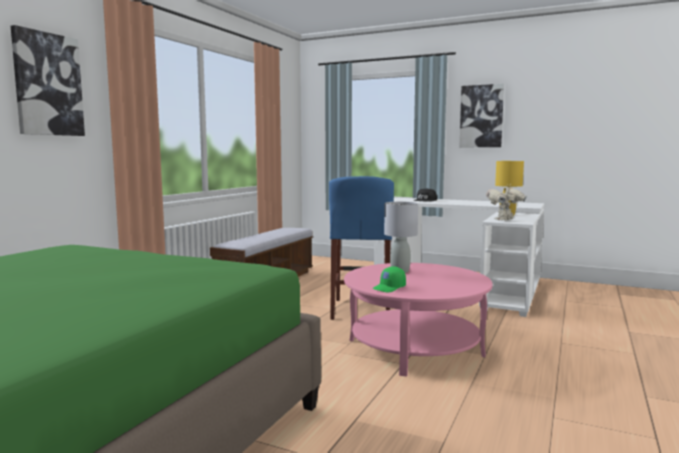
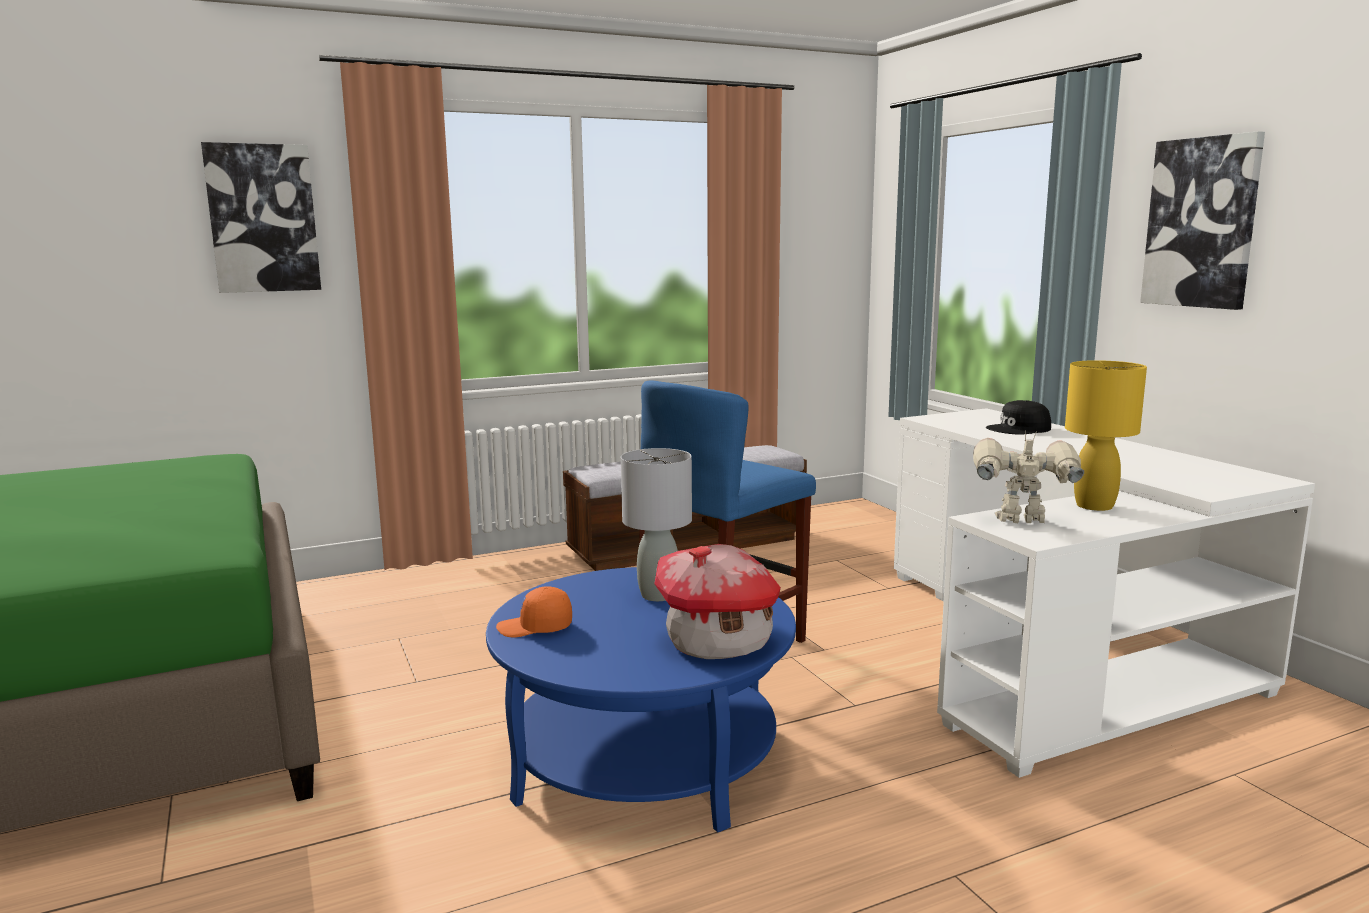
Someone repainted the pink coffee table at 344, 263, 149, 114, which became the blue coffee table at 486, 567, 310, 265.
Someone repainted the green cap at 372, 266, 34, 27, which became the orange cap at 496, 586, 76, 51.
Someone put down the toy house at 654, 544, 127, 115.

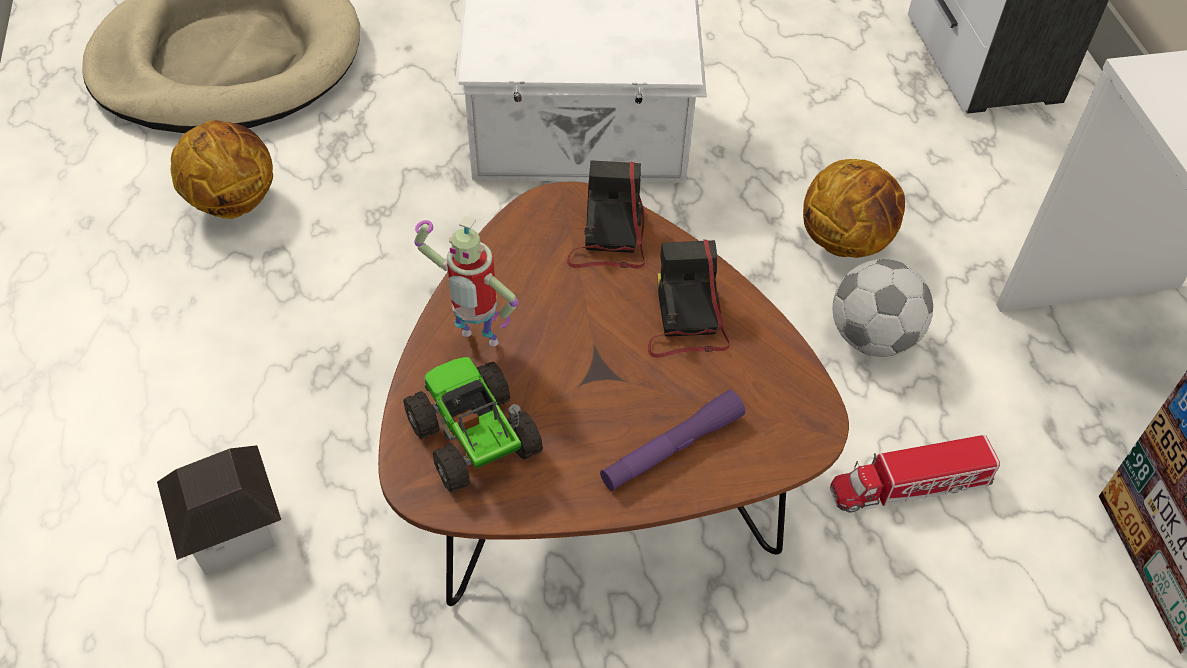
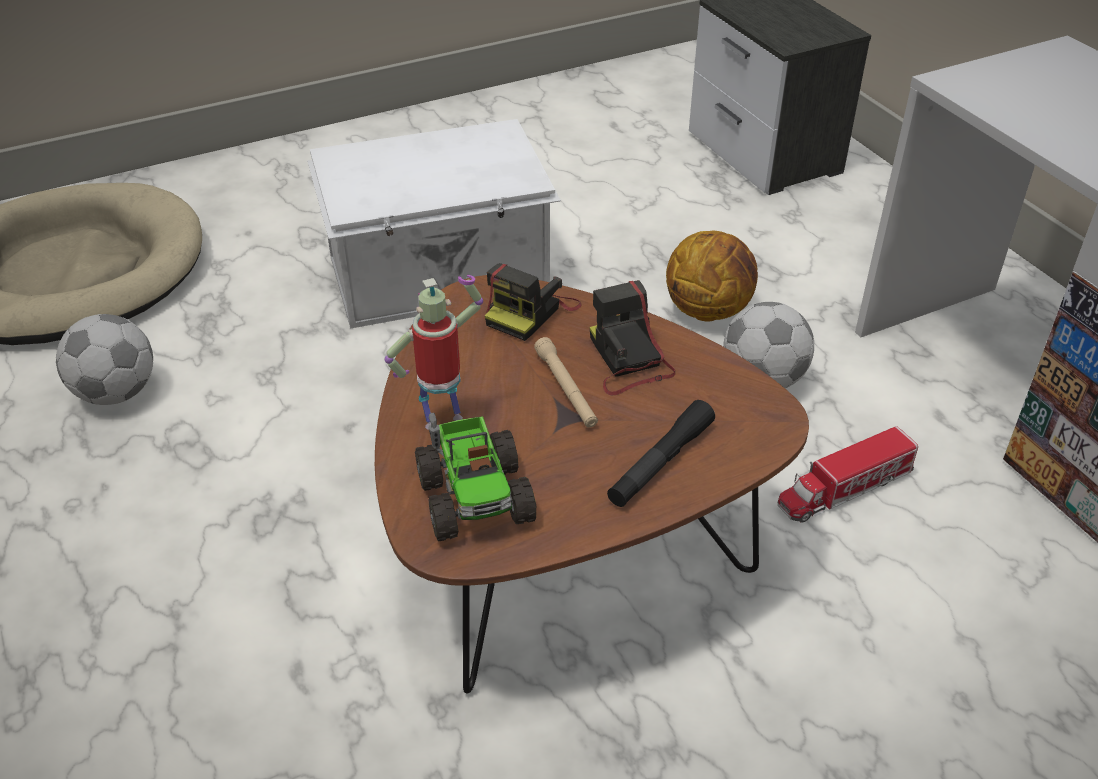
Someone took away the toy house at 157, 445, 124, 130.
Someone swapped the basketball at 171, 120, 102, 99 for the football at 56, 314, 97, 91.
Someone rotated the toy truck at 403, 357, 140, 136 by 150 degrees counterclockwise.
Someone rotated the toy robot at 414, 216, 105, 130 by 150 degrees clockwise.
Someone rotated the photo camera at 567, 160, 78, 109 by 135 degrees counterclockwise.
Someone repainted the purple flashlight at 600, 390, 145, 101, which became the black flashlight at 607, 400, 108, 107.
Someone put down the beige flashlight at 534, 337, 64, 91.

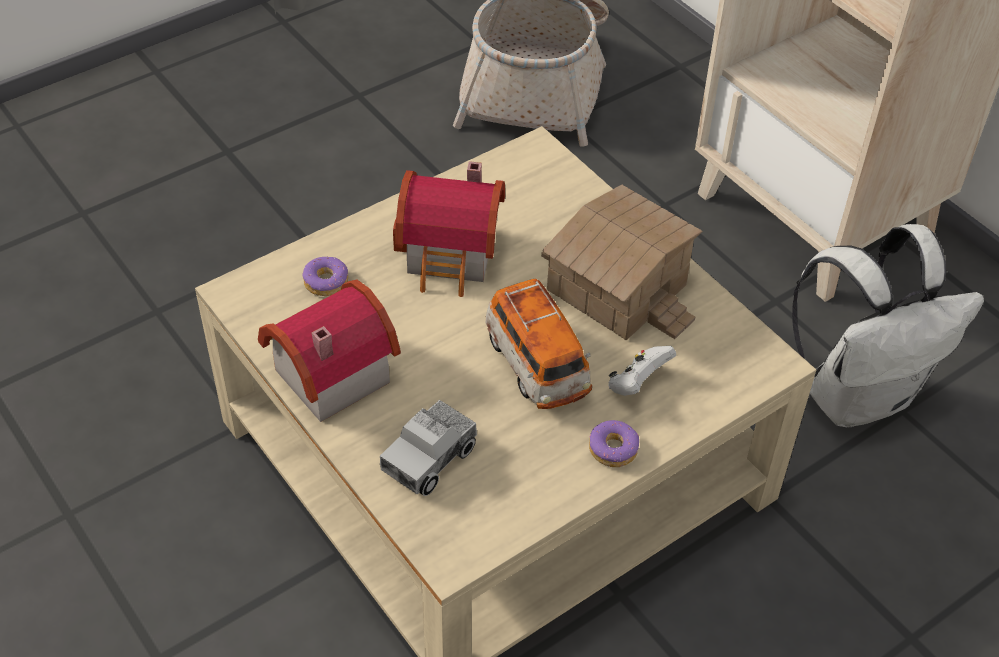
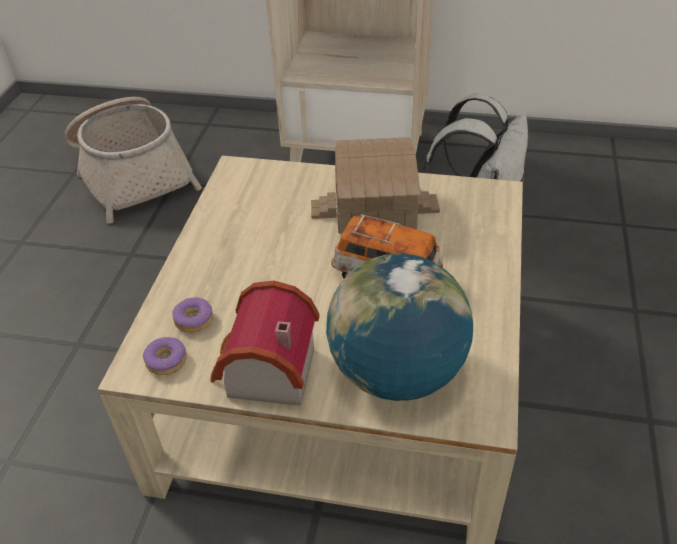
Someone swapped the toy truck at 380, 400, 97, 96 for the globe at 326, 254, 147, 147.
Someone took away the toy house at 393, 161, 112, 136.
Someone carried the donut from 589, 420, 50, 47 to 143, 337, 44, 38.
Someone took away the white game controller at 608, 346, 68, 50.

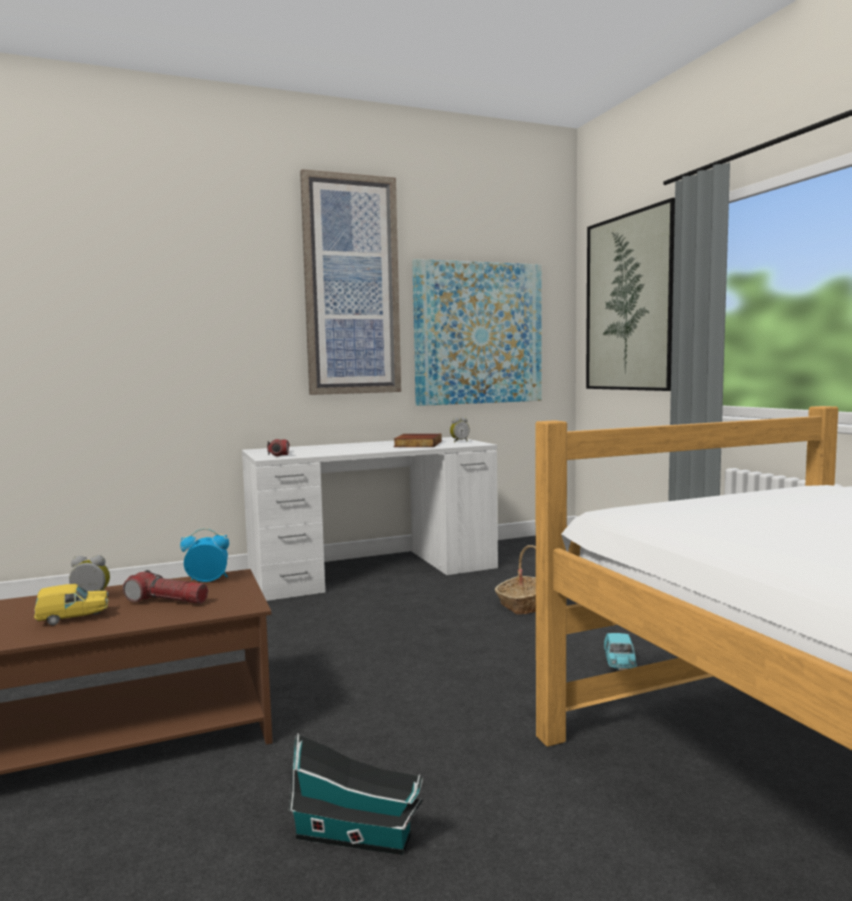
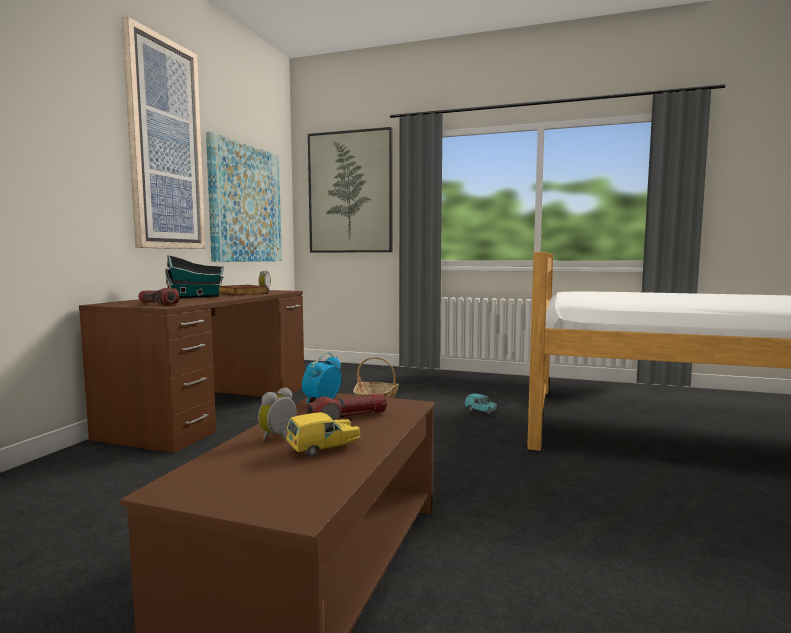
Someone rotated the yellow toy car at 34, 584, 75, 41 by 45 degrees clockwise.
Someone repainted the white desk at 242, 437, 256, 164, which became the brown desk at 79, 290, 225, 163.
Someone carried the toy house from 288, 733, 135, 122 to 165, 254, 59, 45.

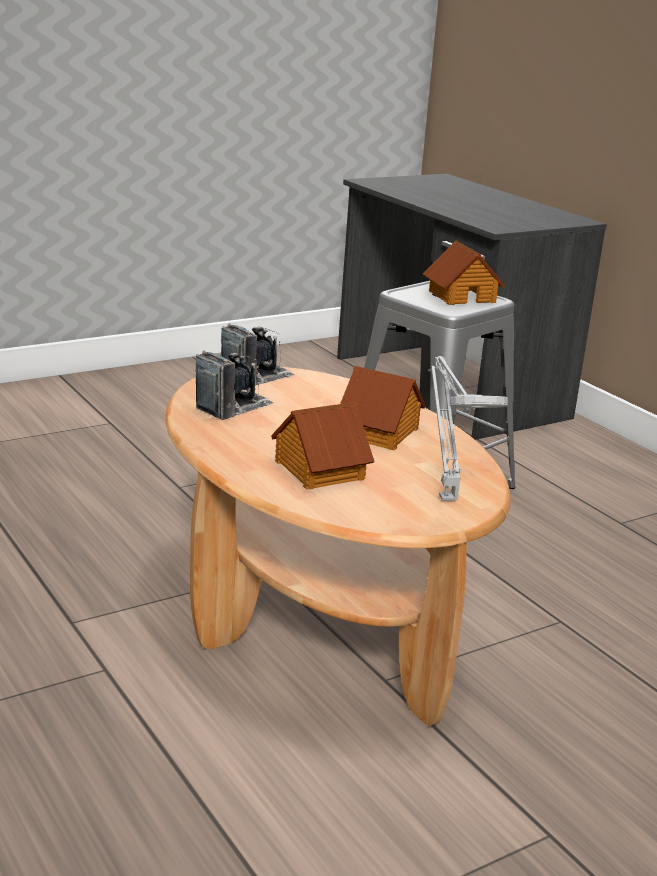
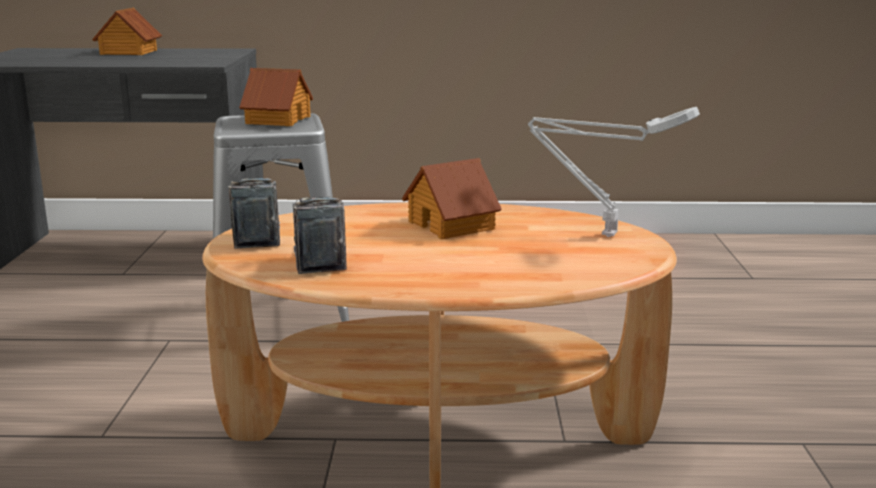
Someone carried the toy house from 271, 402, 104, 88 to 92, 8, 70, 47.

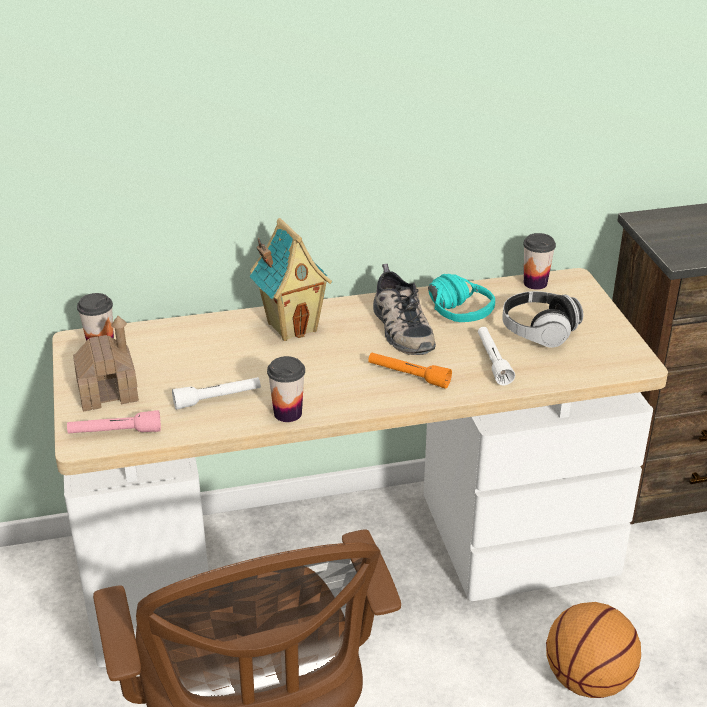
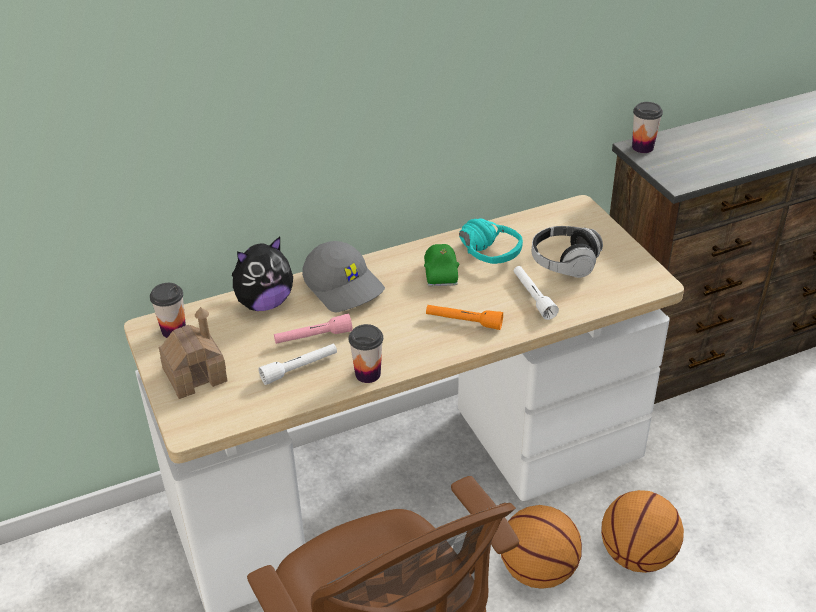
Someone carried the pink flashlight from 67, 410, 94, 24 to 274, 314, 79, 30.
Someone swapped the toy house at 249, 218, 83, 123 for the grey cap at 302, 241, 83, 71.
Someone swapped the shoe at 373, 264, 63, 91 for the green toy car at 424, 244, 35, 42.
Someone carried the cup from 523, 233, 33, 57 to 632, 102, 31, 51.
Someone put down the plush toy at 232, 237, 61, 74.
Someone put down the basketball at 501, 505, 81, 84.

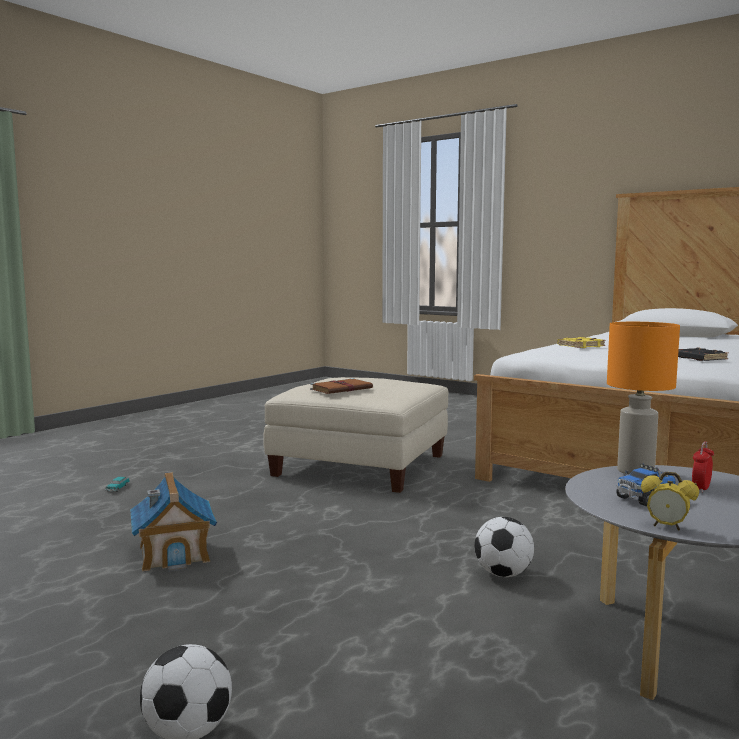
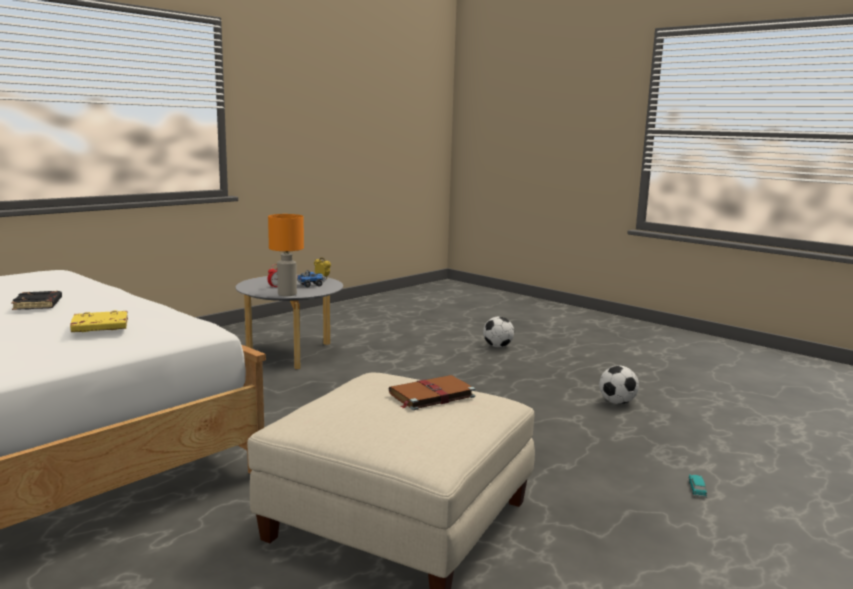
Someone took away the toy house at 130, 472, 87, 100.
Someone carried the football from 474, 517, 60, 60 to 599, 366, 40, 38.

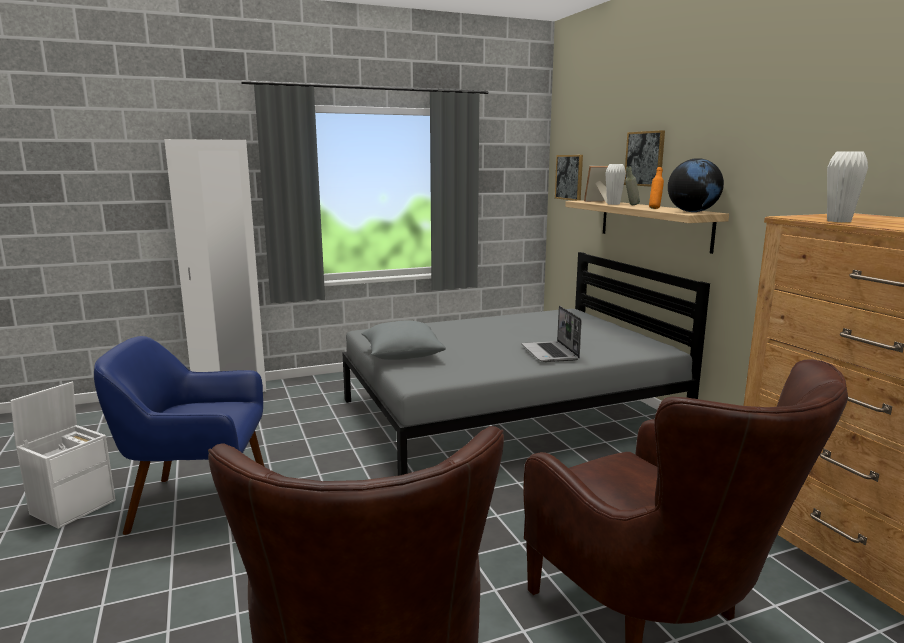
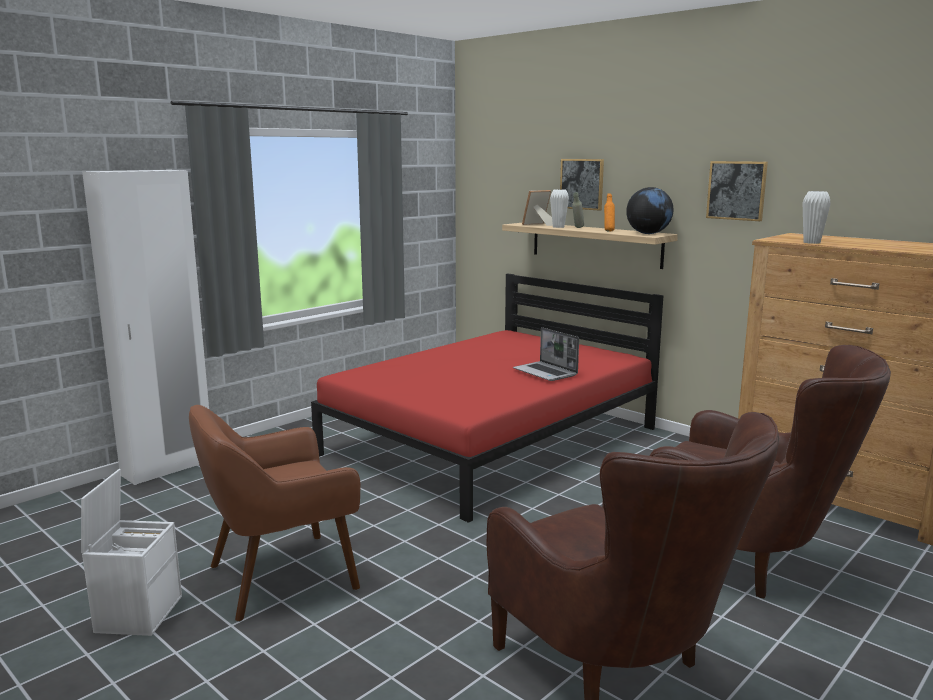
Someone repainted the blue armchair at 94, 336, 171, 199, which became the brown armchair at 189, 405, 172, 217.
Someone repainted the grey bed at 342, 252, 368, 224, which became the red bed at 311, 274, 352, 249.
Someone took away the grey pillow at 362, 321, 84, 39.
Someone carried the picture from 555, 155, 28, 46 to 706, 161, 62, 60.

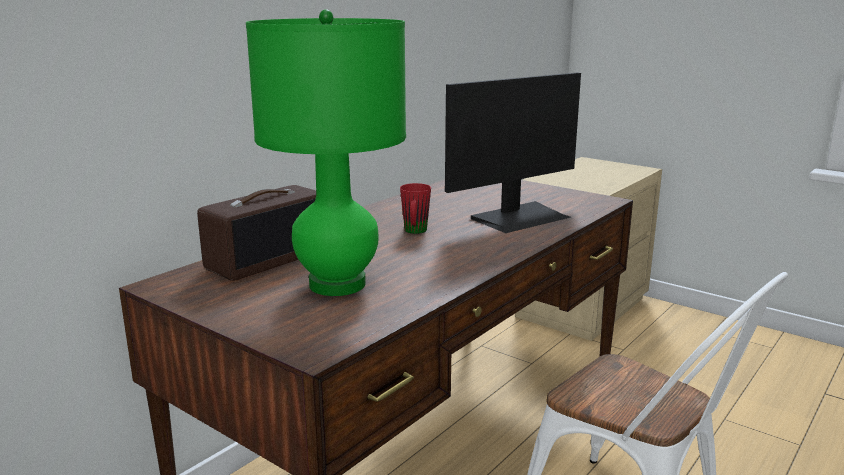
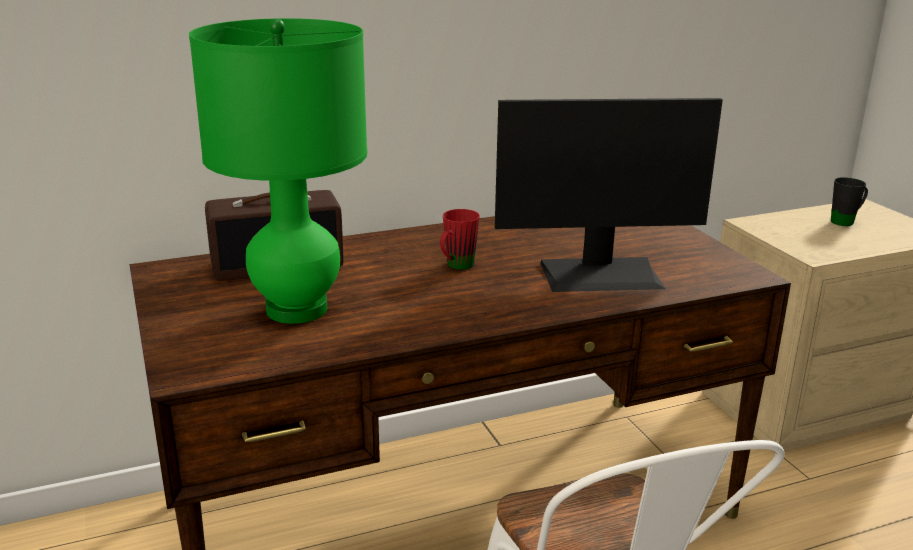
Someone put down the black mug at 831, 177, 37, 49.

